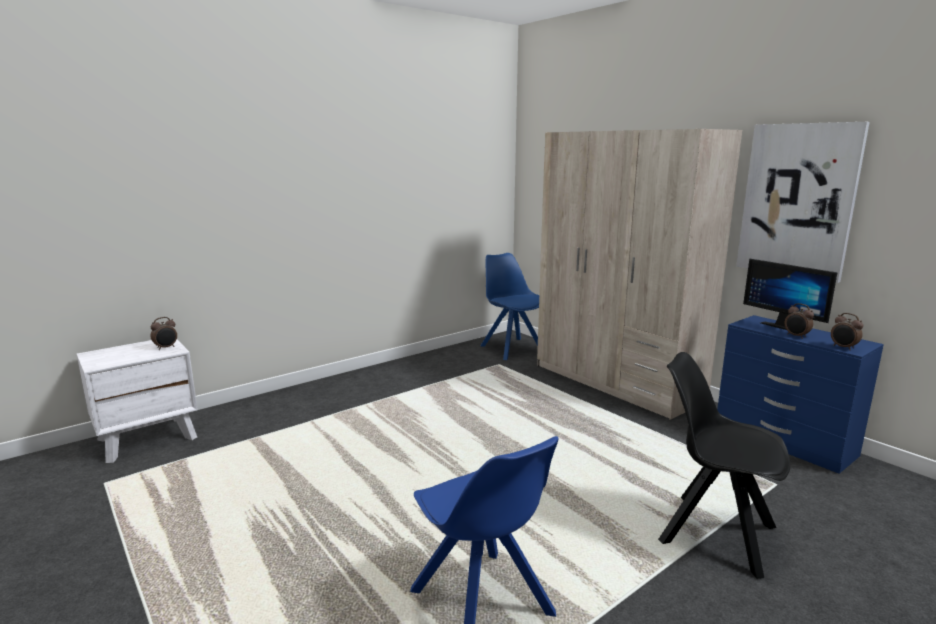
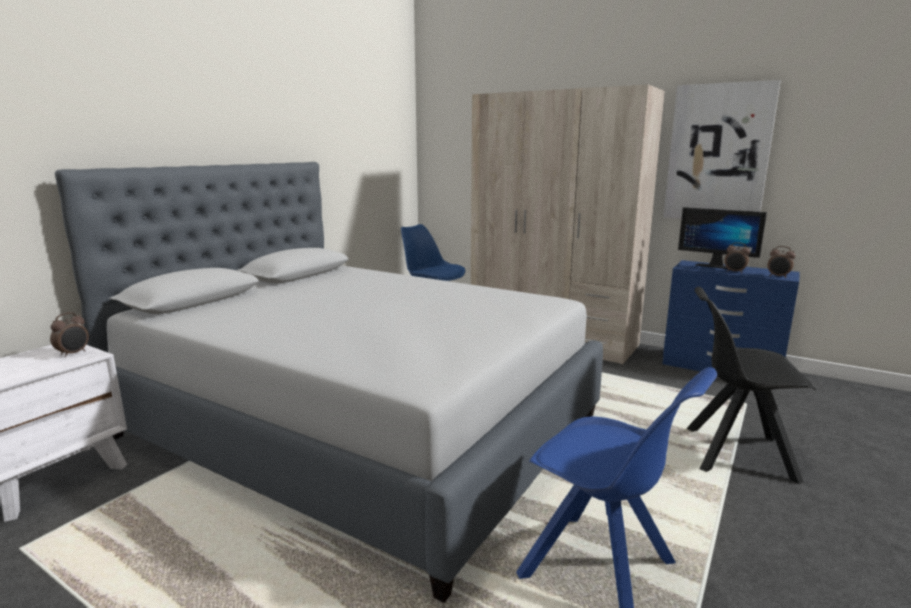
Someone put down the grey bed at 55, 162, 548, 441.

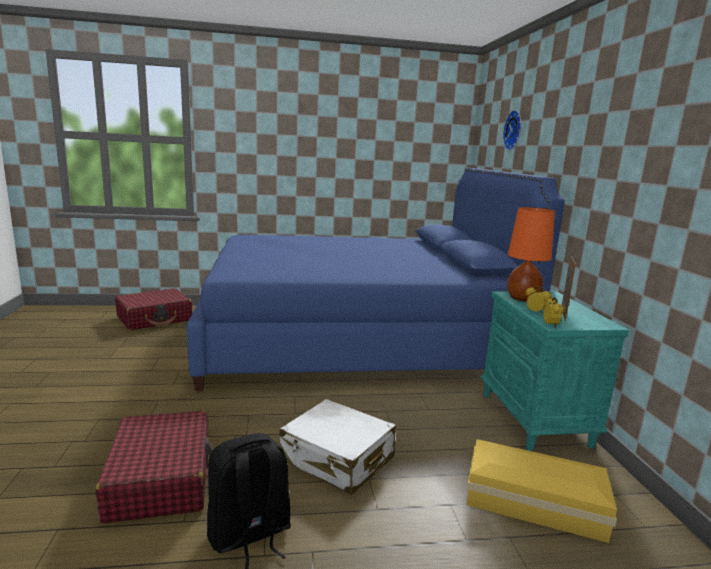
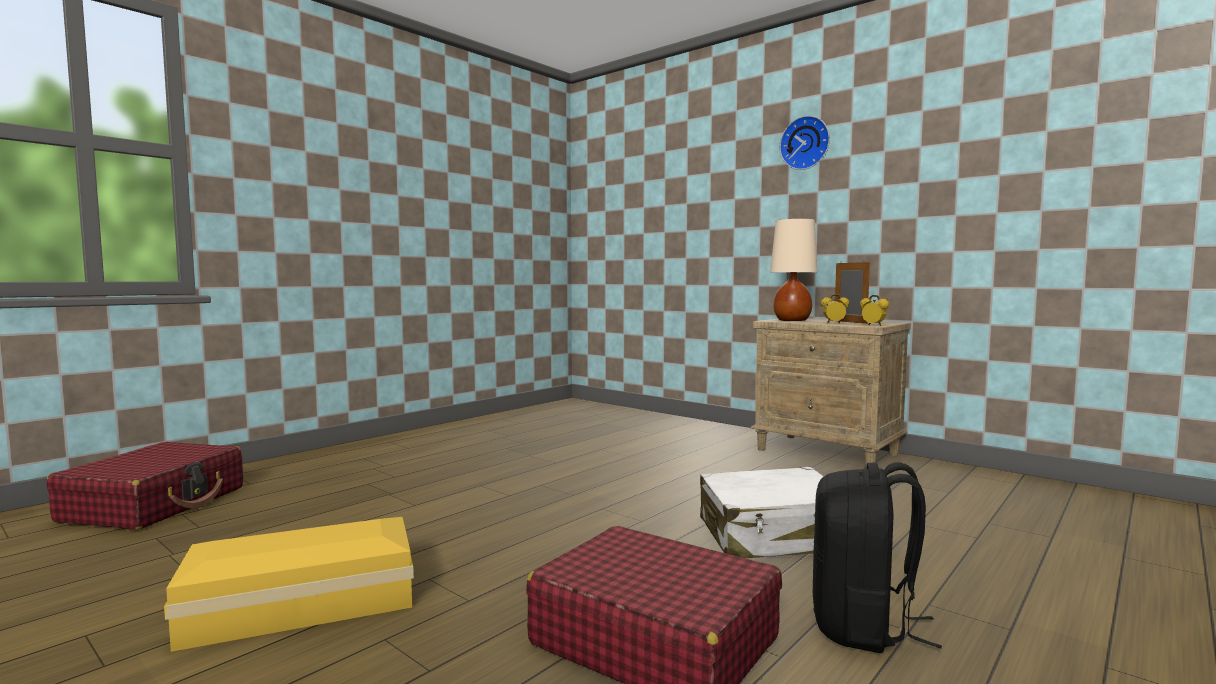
Someone took away the blue bed at 187, 168, 378, 223.
Someone carried the yellow storage box from 466, 439, 151, 104 to 164, 517, 250, 135.
Someone repainted the turquoise nightstand at 480, 291, 149, 160, which became the beige nightstand at 750, 318, 161, 151.
Someone carried the wall clock from 503, 110, 18, 41 to 780, 116, 50, 54.
Someone repainted the orange table lamp at 507, 207, 48, 94, which became the beige table lamp at 770, 218, 47, 103.

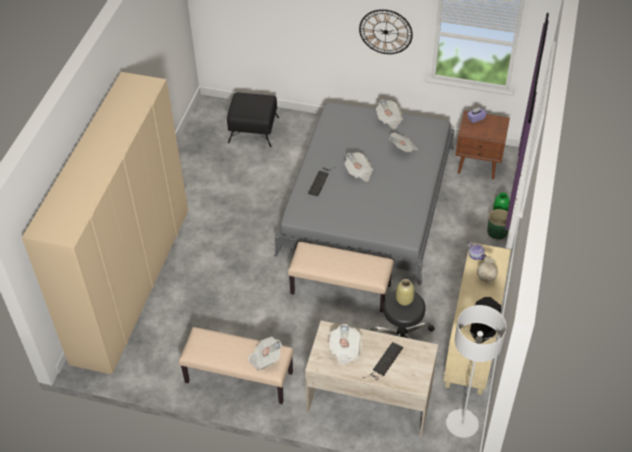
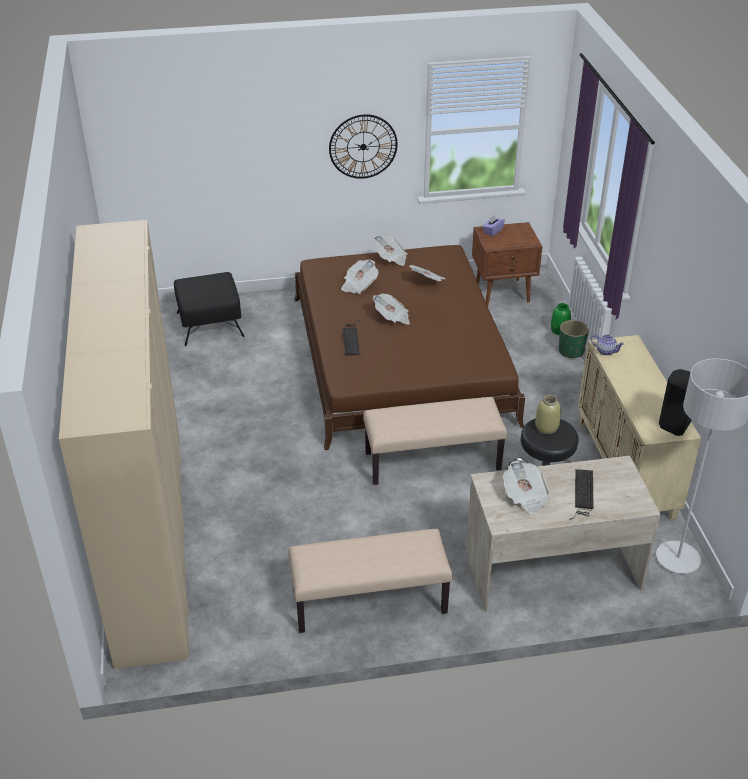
Someone carried the newspaper from 247, 337, 35, 34 to 341, 260, 38, 34.
Someone repainted the grey bed at 274, 103, 181, 182, which became the brown bed at 294, 245, 231, 205.
Someone took away the globe at 477, 257, 21, 25.

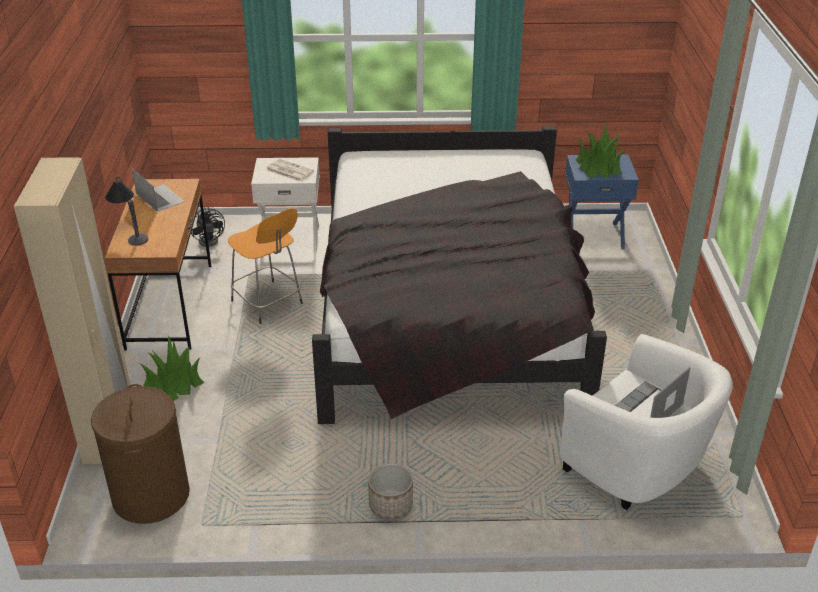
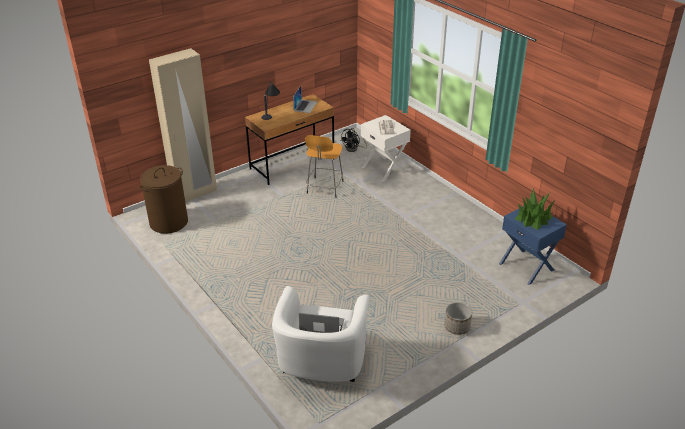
Someone took away the potted plant at 139, 336, 65, 65.
Someone took away the black bed at 312, 126, 295, 298.
Someone carried the planter from 368, 463, 45, 57 to 444, 302, 28, 33.

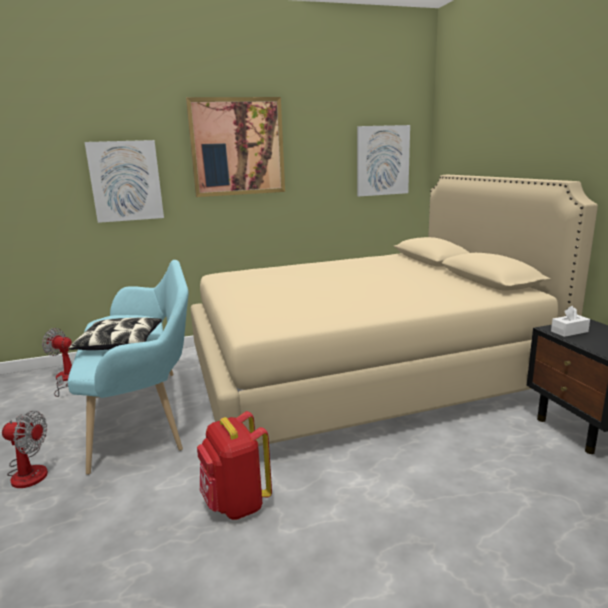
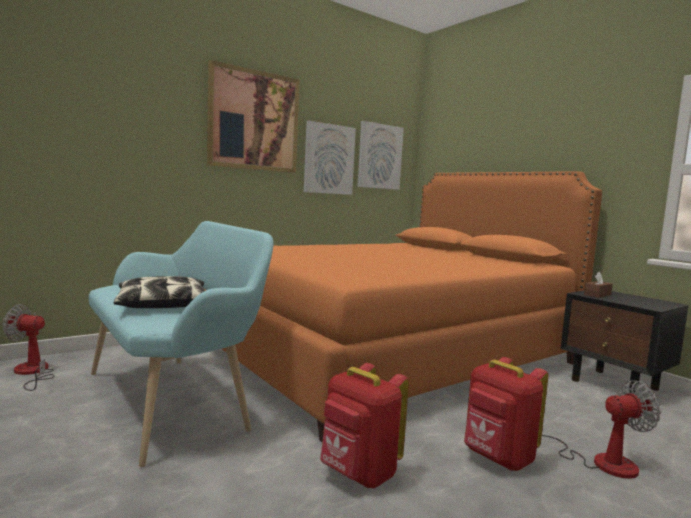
Someone carried the fan from 2, 411, 46, 77 to 542, 380, 119, 99.
Someone carried the picture from 85, 140, 79, 83 to 304, 120, 52, 75.
Someone repainted the beige bed at 190, 175, 408, 271, which became the orange bed at 204, 171, 398, 271.
Someone repainted the white tissue box at 551, 306, 39, 31, which became the brown tissue box at 584, 272, 29, 26.
Someone put down the red backpack at 464, 357, 84, 114.

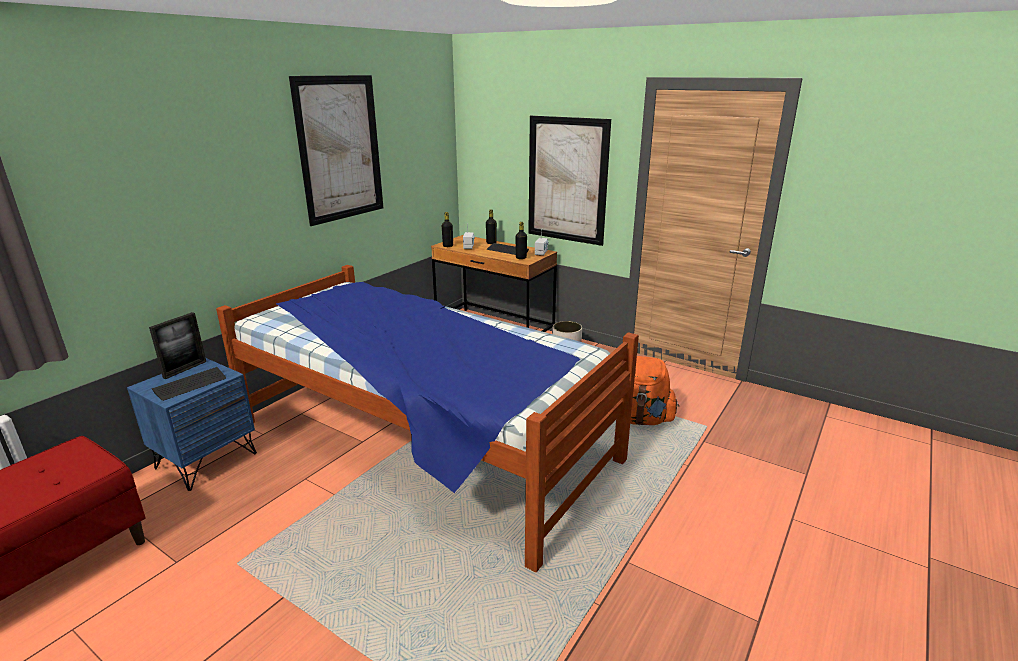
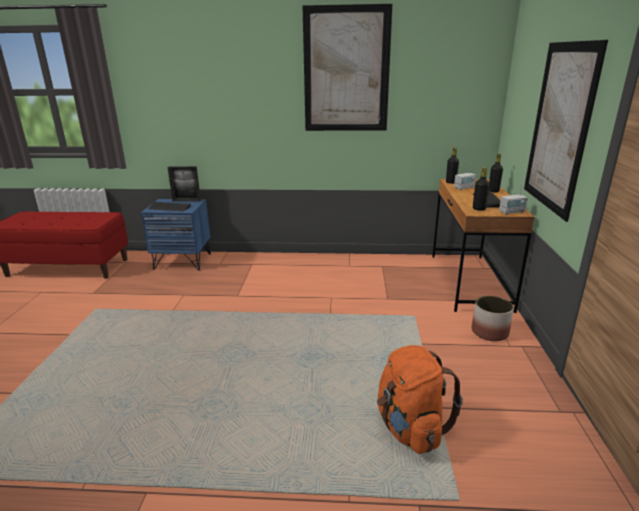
Someone took away the bed at 216, 265, 423, 307.

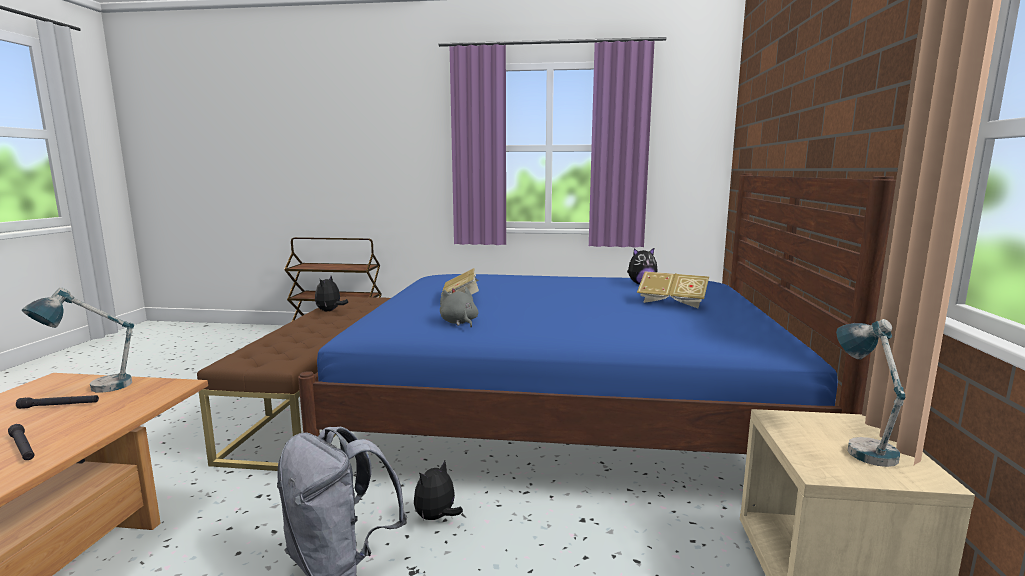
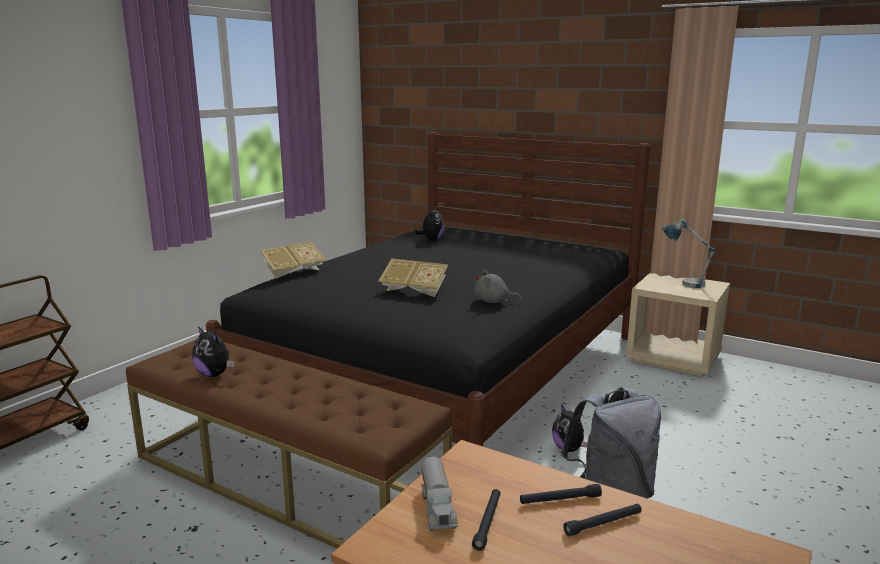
Someone swapped the table lamp at 22, 288, 112, 104 for the toy truck at 422, 456, 36, 75.
Someone repainted the blue bed at 298, 173, 598, 281, which became the black bed at 206, 132, 444, 314.
Someone carried the book from 637, 271, 72, 37 to 260, 241, 66, 38.
Someone put down the black flashlight at 520, 484, 82, 20.

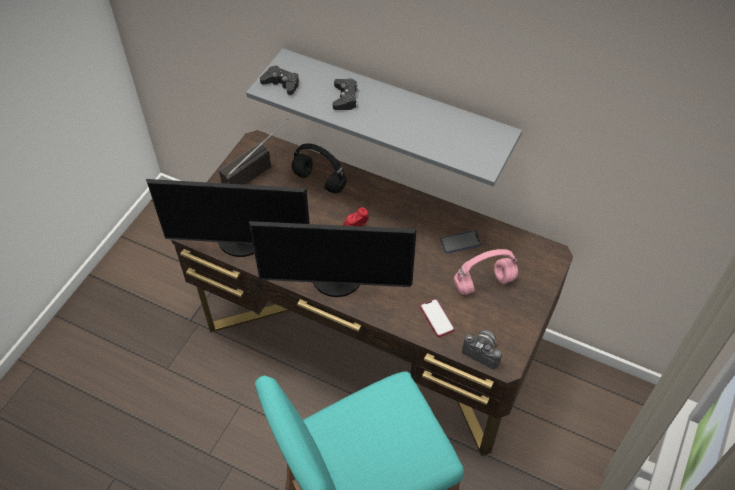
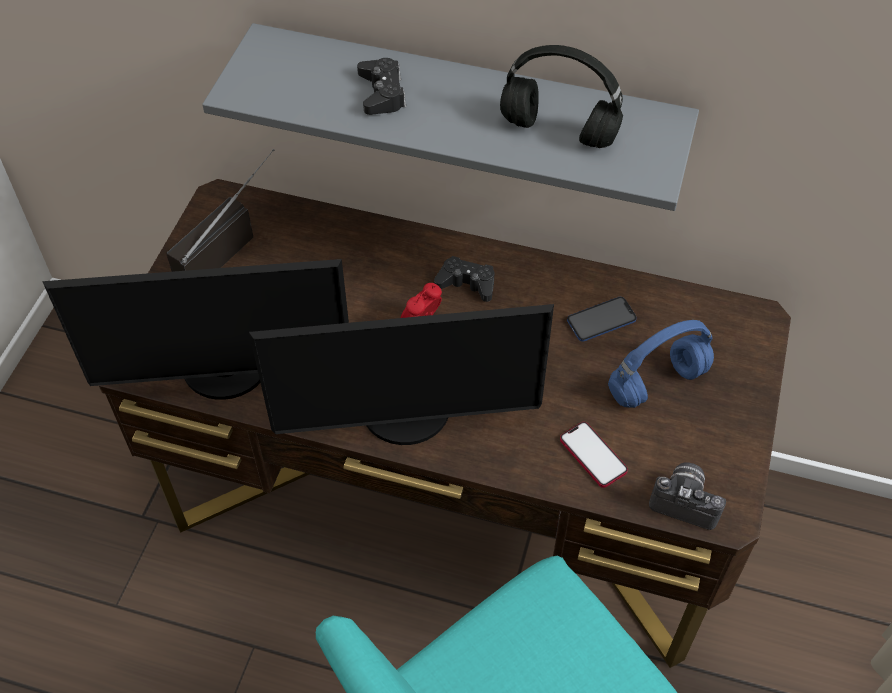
Someone carried the black game controller from 260, 65, 39, 30 to 434, 256, 60, 46.
Someone carried the black headphones from 291, 143, 56, 50 to 500, 45, 123, 103.
Someone repainted the pink headphones at 454, 249, 64, 46, which became the blue headphones at 608, 320, 106, 88.

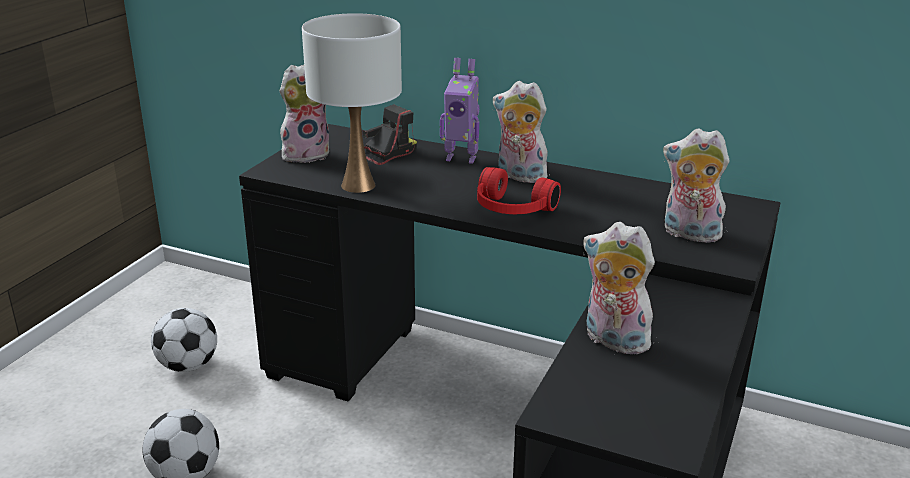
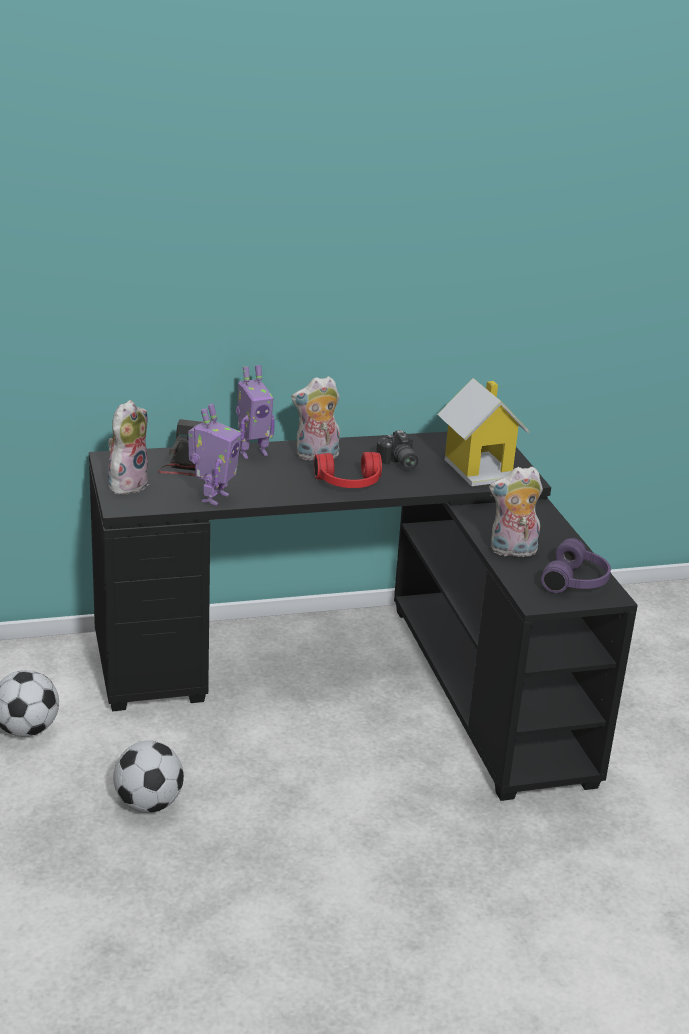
Someone swapped the white table lamp at 302, 13, 100, 180 for the toy robot at 188, 404, 54, 102.
Someone swapped the plush toy at 663, 128, 67, 115 for the toy house at 437, 378, 93, 108.
Someone put down the photo camera at 376, 430, 42, 40.
Someone put down the purple headphones at 541, 538, 70, 55.

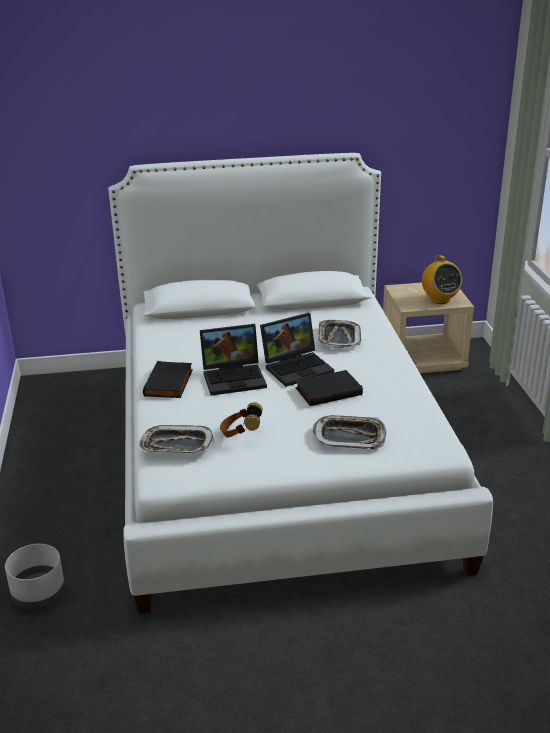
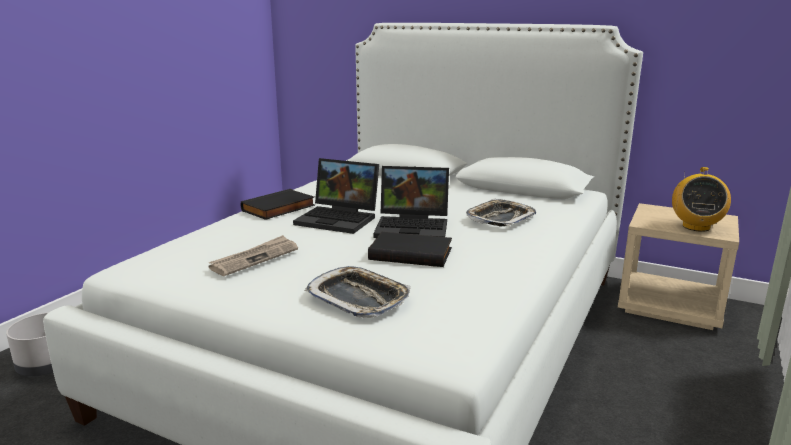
Someone took away the tray at 139, 425, 75, 29.
Someone swapped the headphones at 220, 402, 43, 36 for the newspaper at 209, 235, 89, 41.

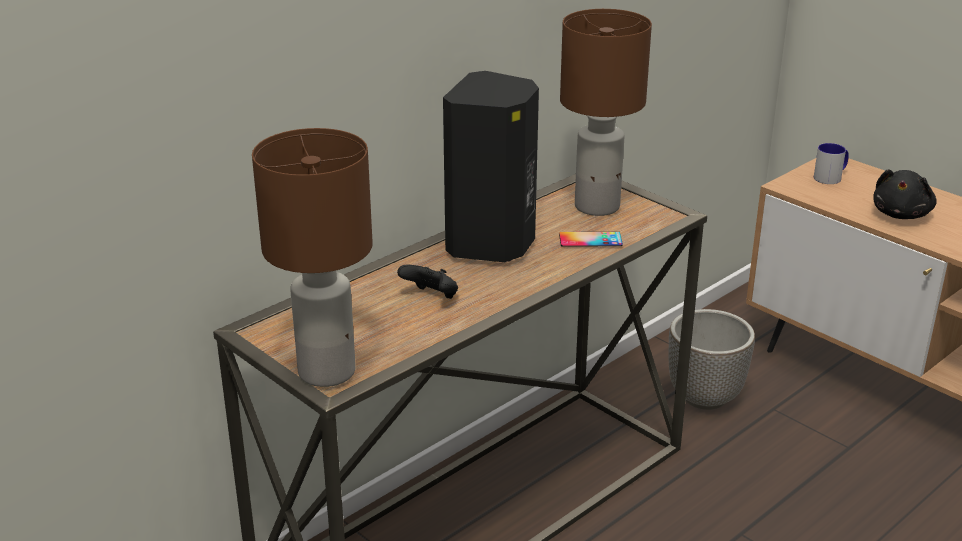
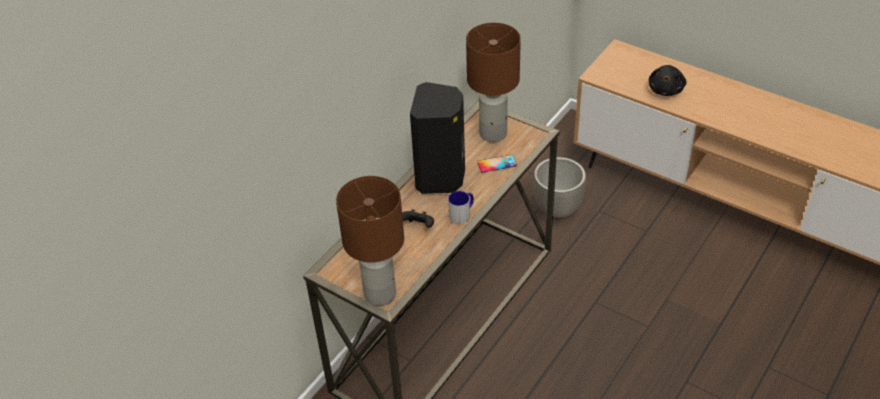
Someone carried the mug from 814, 143, 35, 41 to 448, 191, 26, 33.

